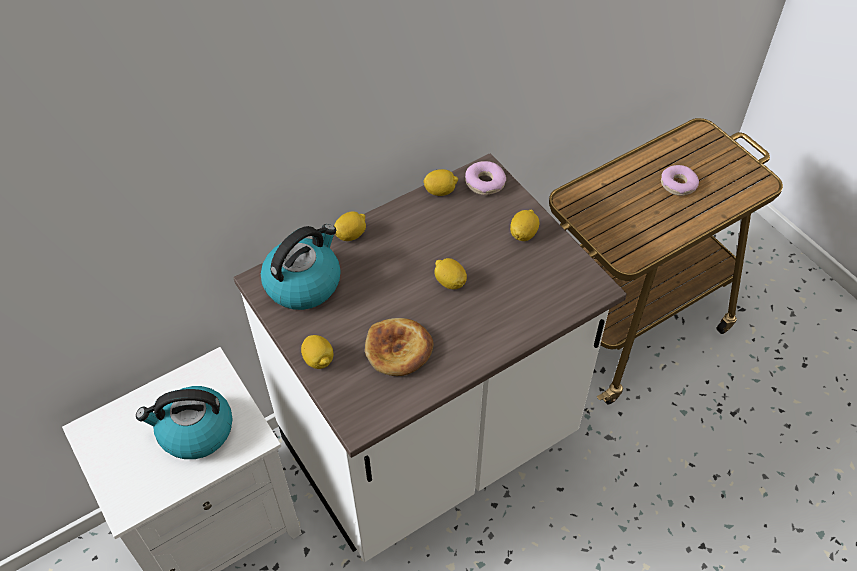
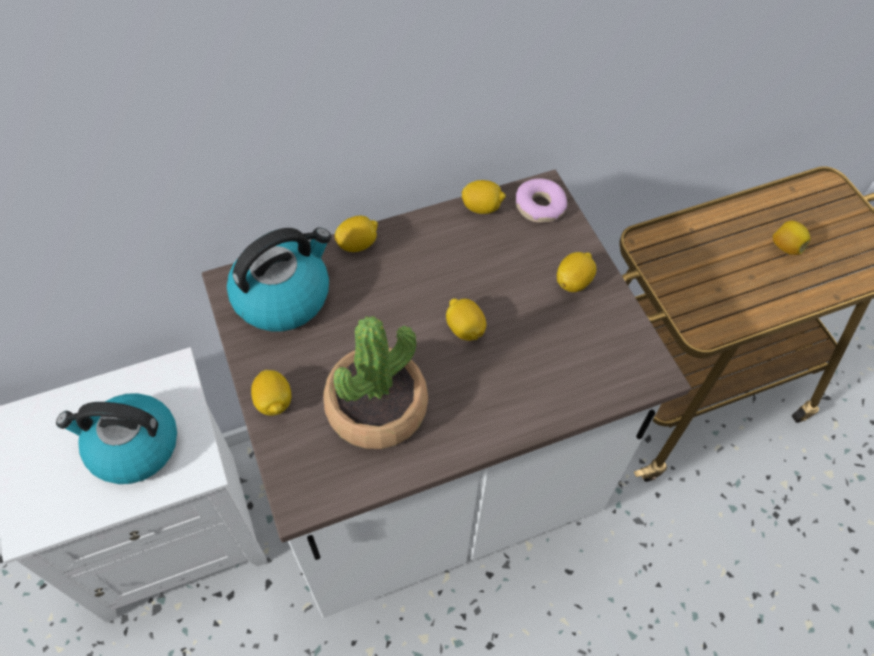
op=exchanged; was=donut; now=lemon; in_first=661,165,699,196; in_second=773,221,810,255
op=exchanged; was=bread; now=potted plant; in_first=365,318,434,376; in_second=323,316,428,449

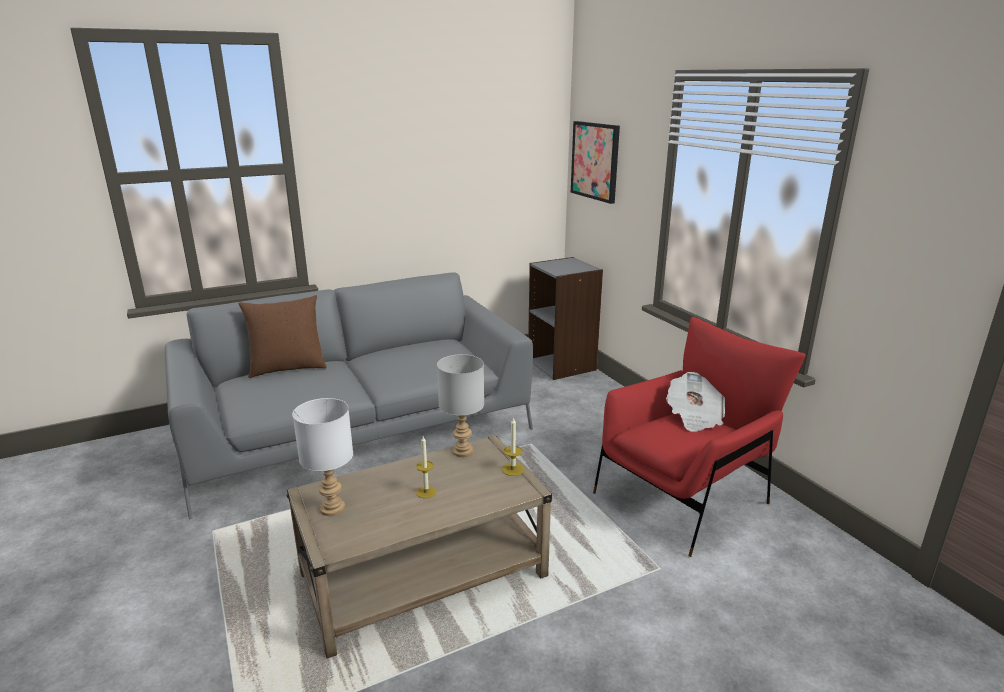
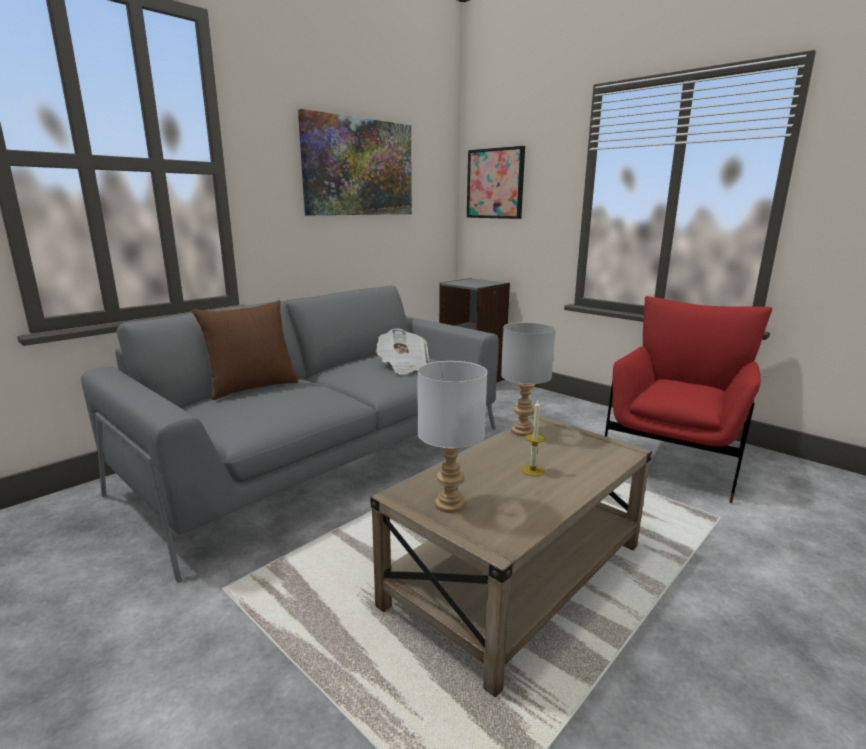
op=relocated; was=newspaper; in_first=666,372,725,432; in_second=376,329,429,375
op=missing; was=candle; in_first=502,417,524,476
op=appeared; now=picture; in_second=298,109,412,215

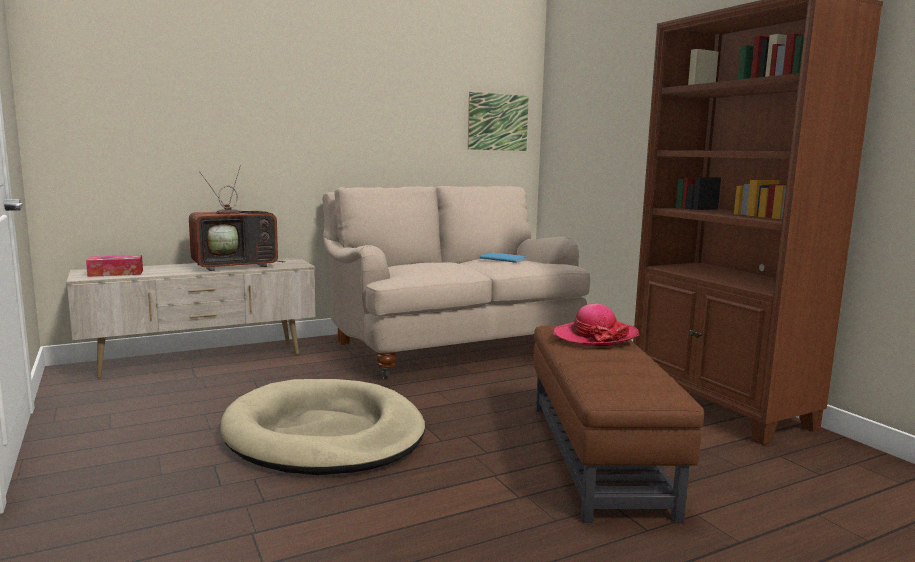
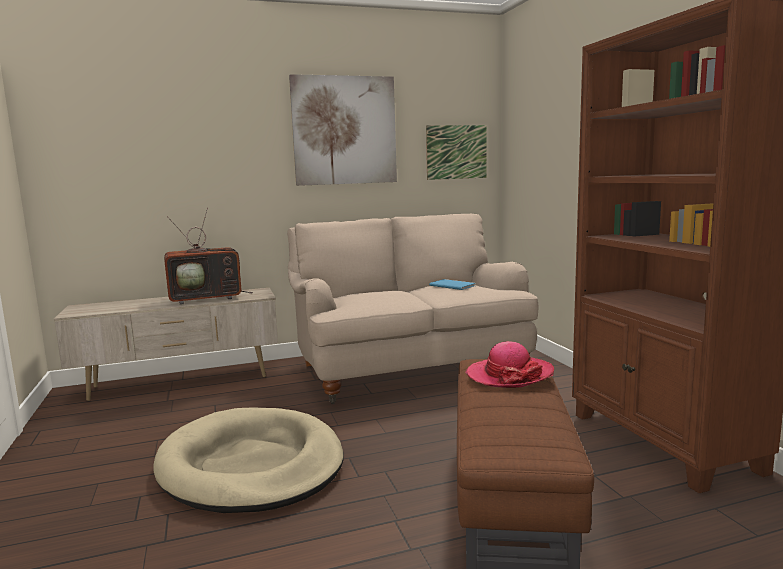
op=missing; was=tissue box; in_first=86,255,143,277
op=appeared; now=picture; in_second=289,74,397,186

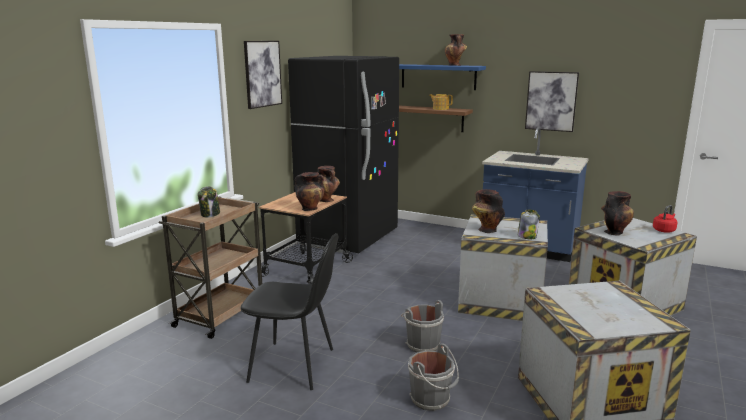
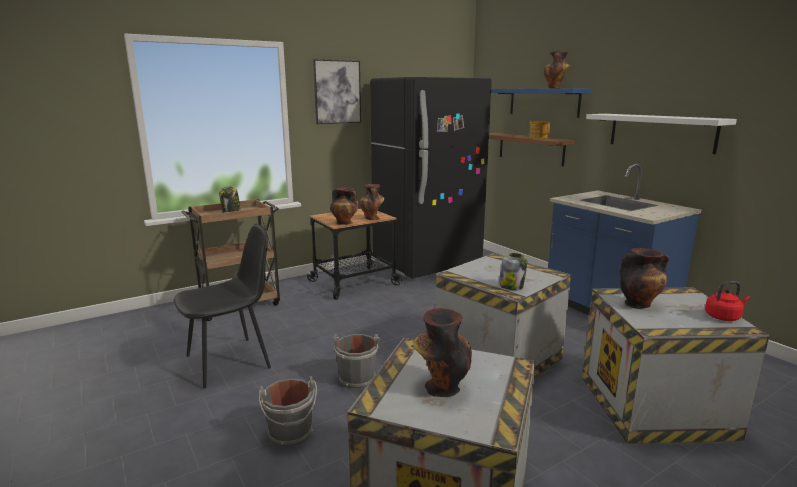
op=exchanged; was=picture; now=shelf (white); in_first=525,71,579,132; in_second=586,114,737,154
op=relocated; was=vase; in_first=472,189,505,233; in_second=414,308,472,397
op=spun; was=chair (black); in_first=240,233,338,390; in_second=174,224,271,388; clockwise=-75

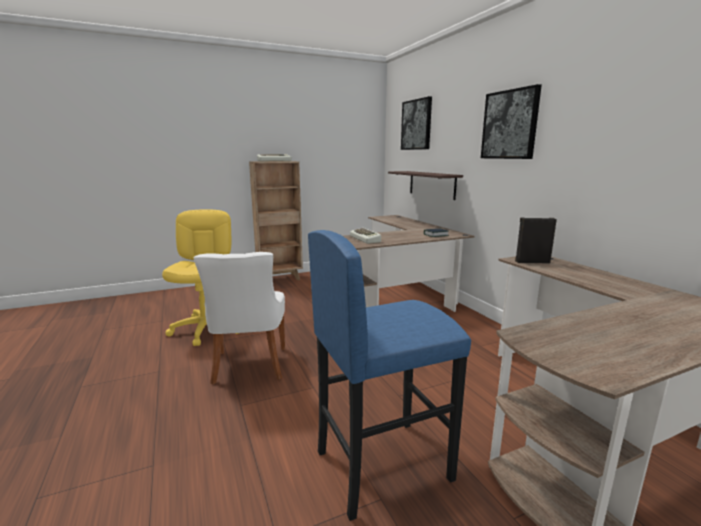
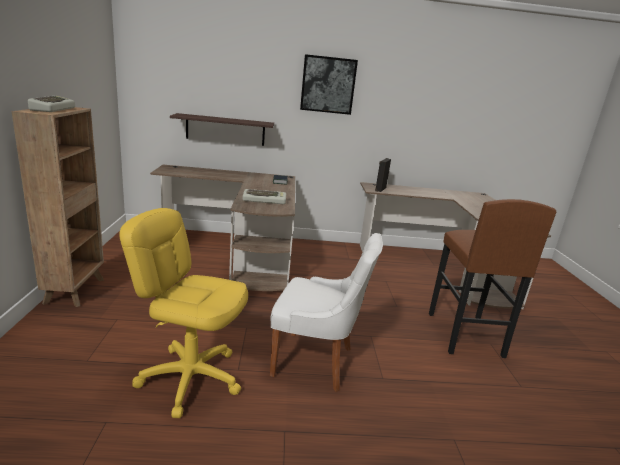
op=missing; was=picture; in_first=401,96,432,150
op=colour; was=stool (blue); now=stool (brown); in_first=308,230,471,521; in_second=429,199,556,358

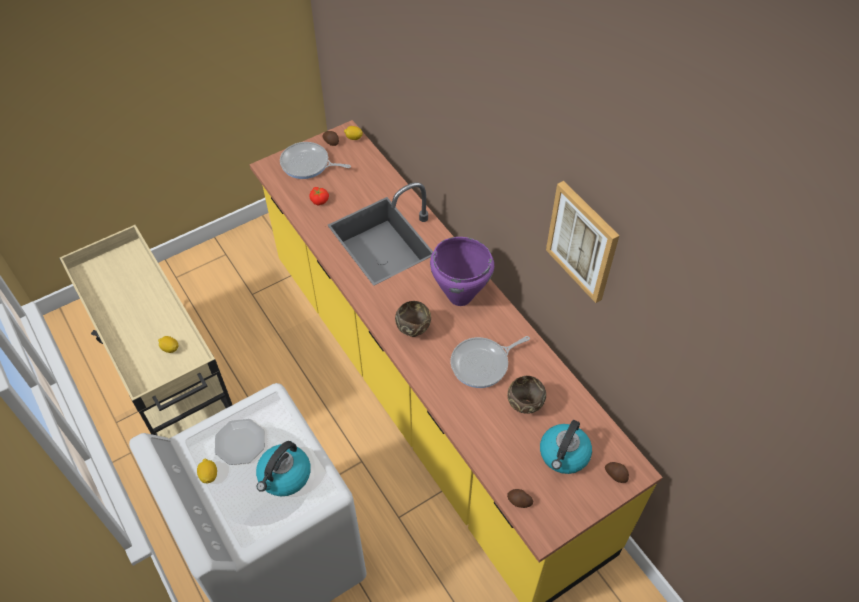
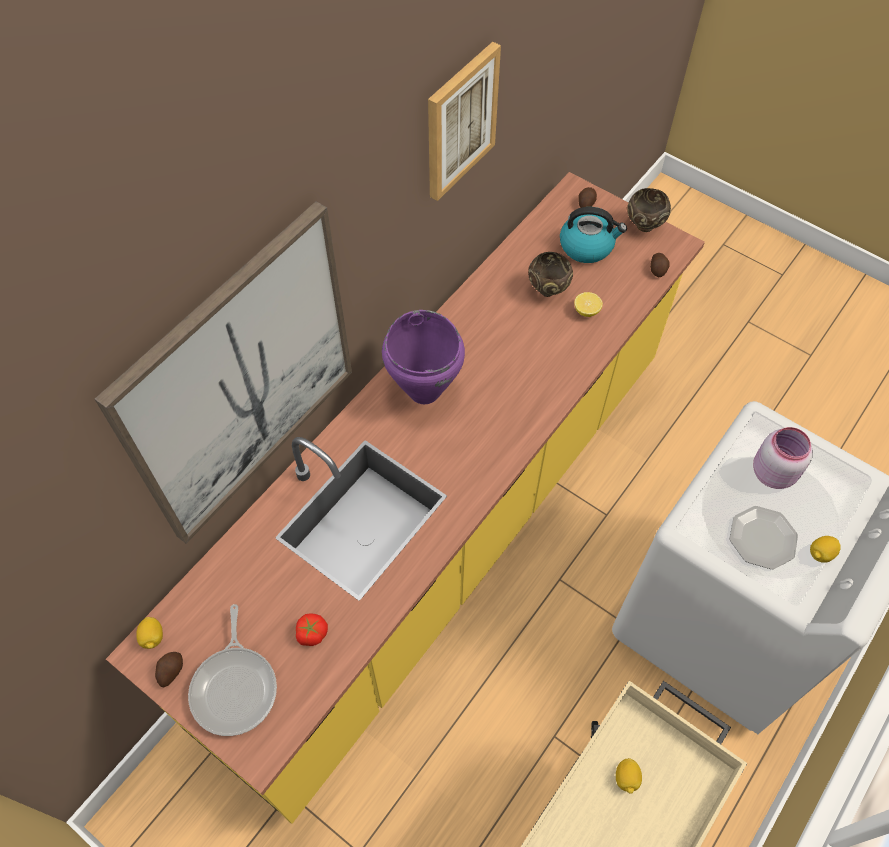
op=relocated; was=bowl (brown); in_first=395,301,431,337; in_second=627,188,671,232
op=missing; was=frying pan; in_first=451,336,530,388
op=exchanged; was=kettle; now=jar (pink); in_first=256,441,311,496; in_second=753,427,813,489
op=appeared; now=picture; in_second=95,201,352,543
op=appeared; now=lemon; in_second=574,292,603,317

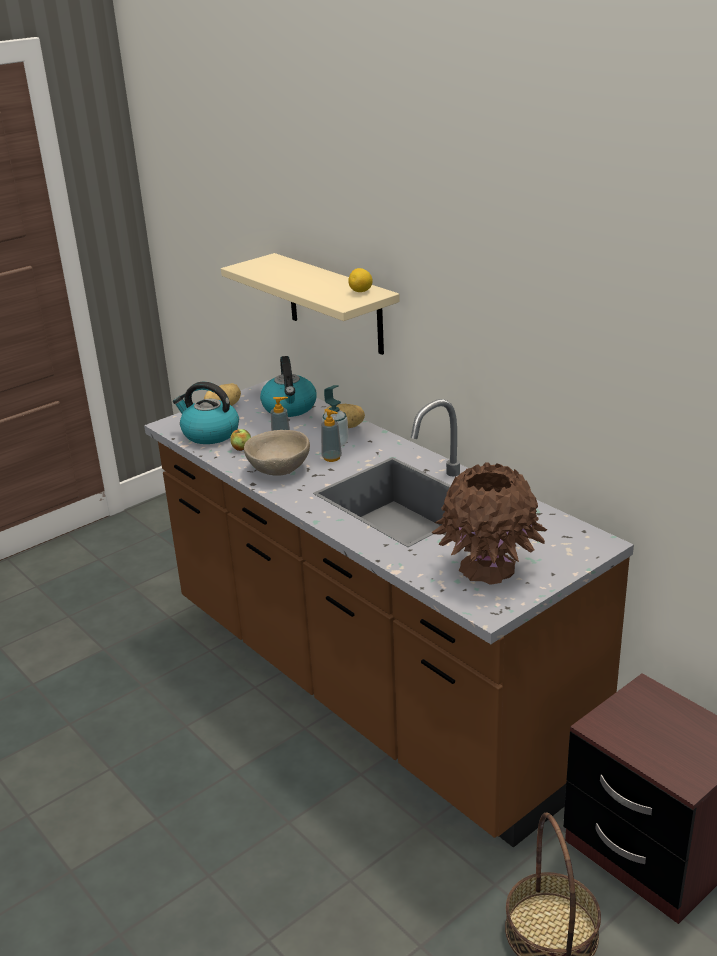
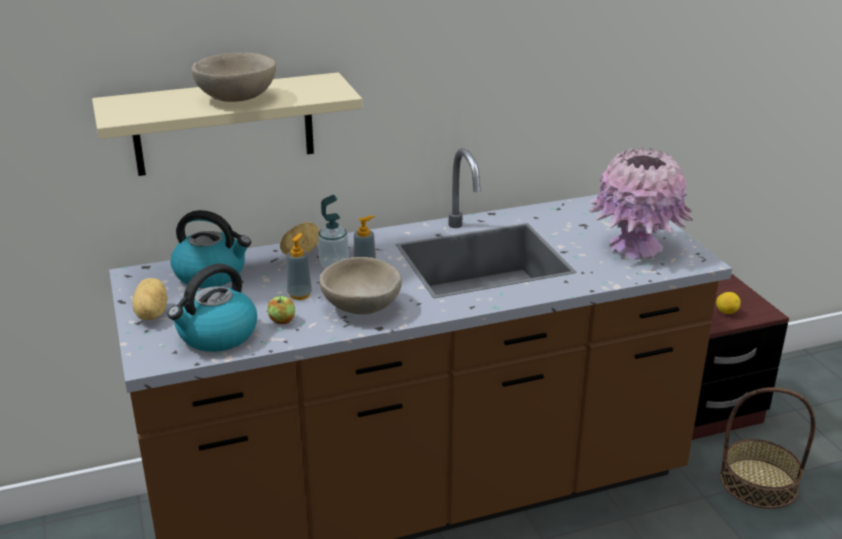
op=relocated; was=lemon; in_first=348,268,373,292; in_second=716,292,741,314
op=colour; was=vase (brown); now=vase (pink); in_first=432,462,547,585; in_second=588,146,694,259
op=appeared; now=bowl (beige); in_second=192,53,276,102

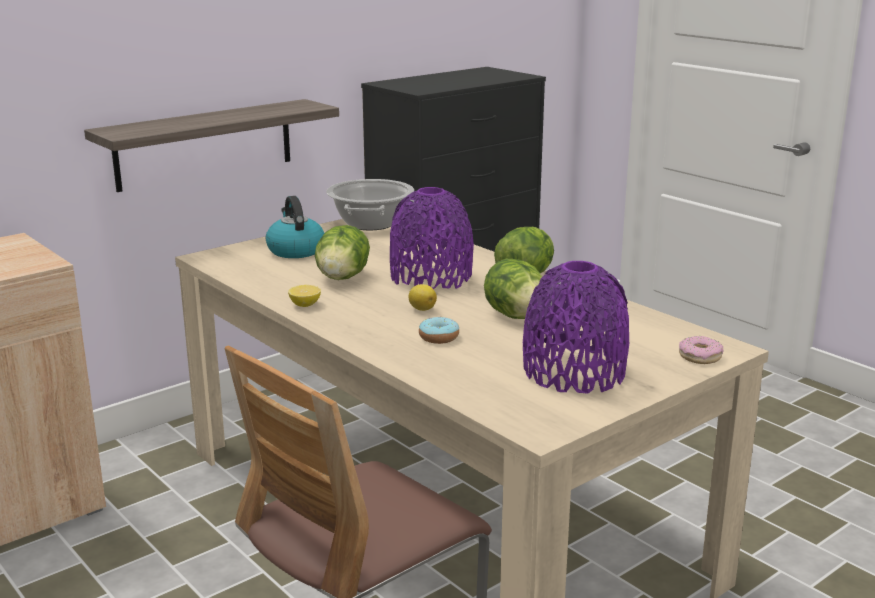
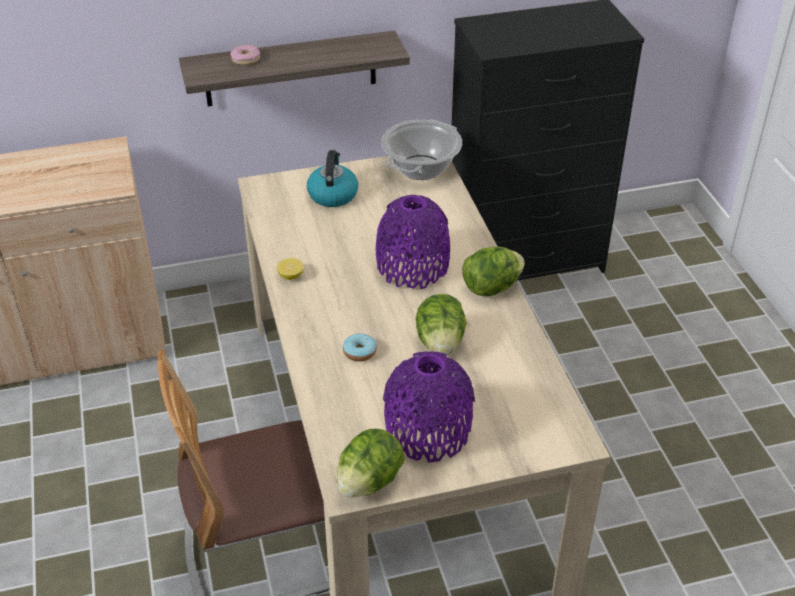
op=relocated; was=lettuce; in_first=315,225,370,280; in_second=337,429,405,497
op=missing; was=lemon; in_first=409,284,437,311
op=relocated; was=donut; in_first=679,336,723,364; in_second=230,45,260,65

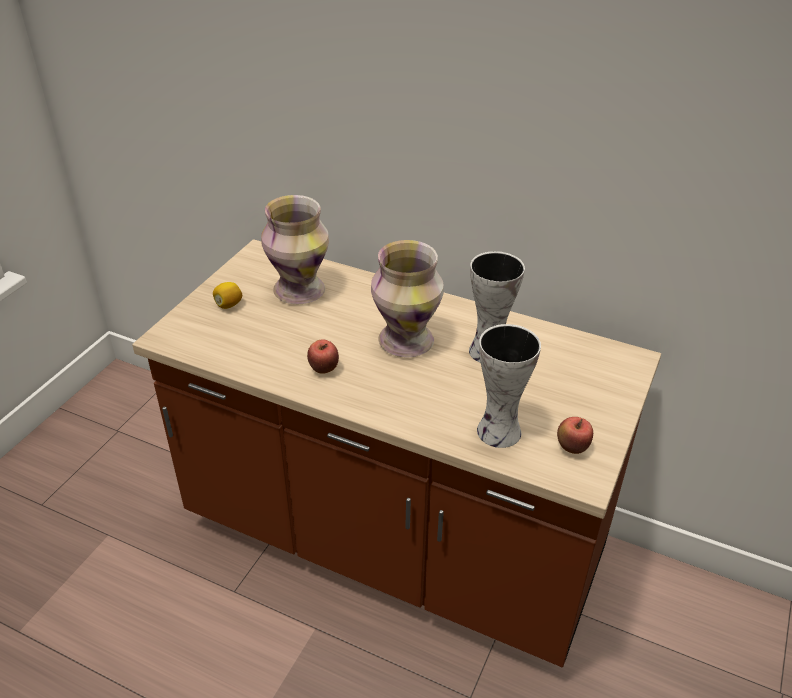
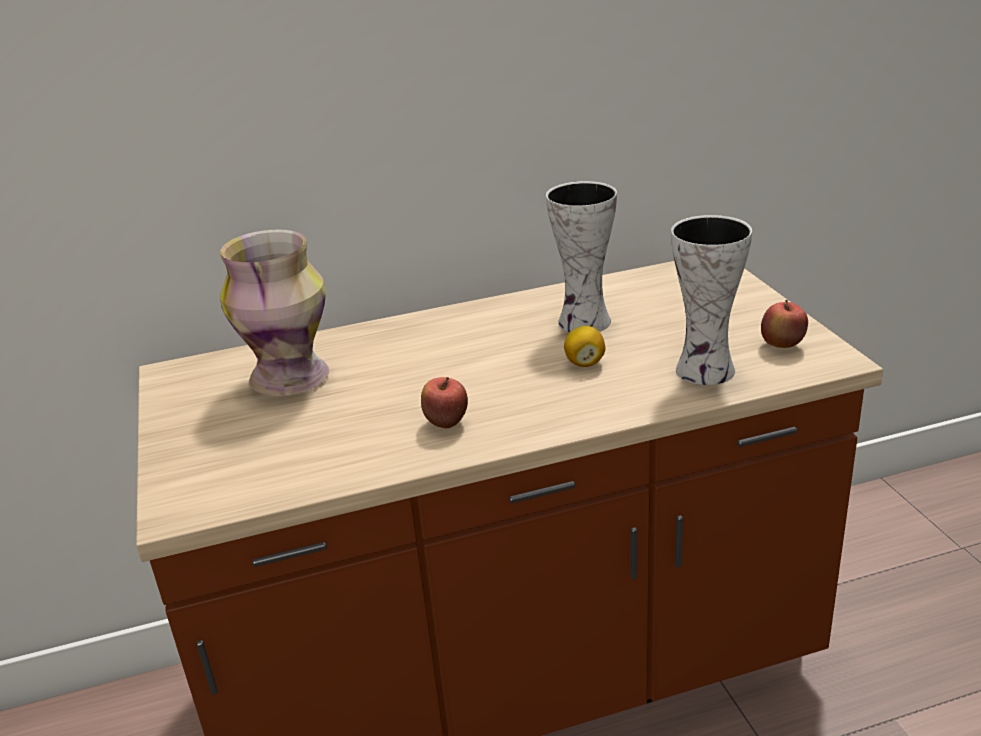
op=missing; was=vase; in_first=371,240,444,357
op=relocated; was=lemon; in_first=213,282,242,309; in_second=564,326,605,367

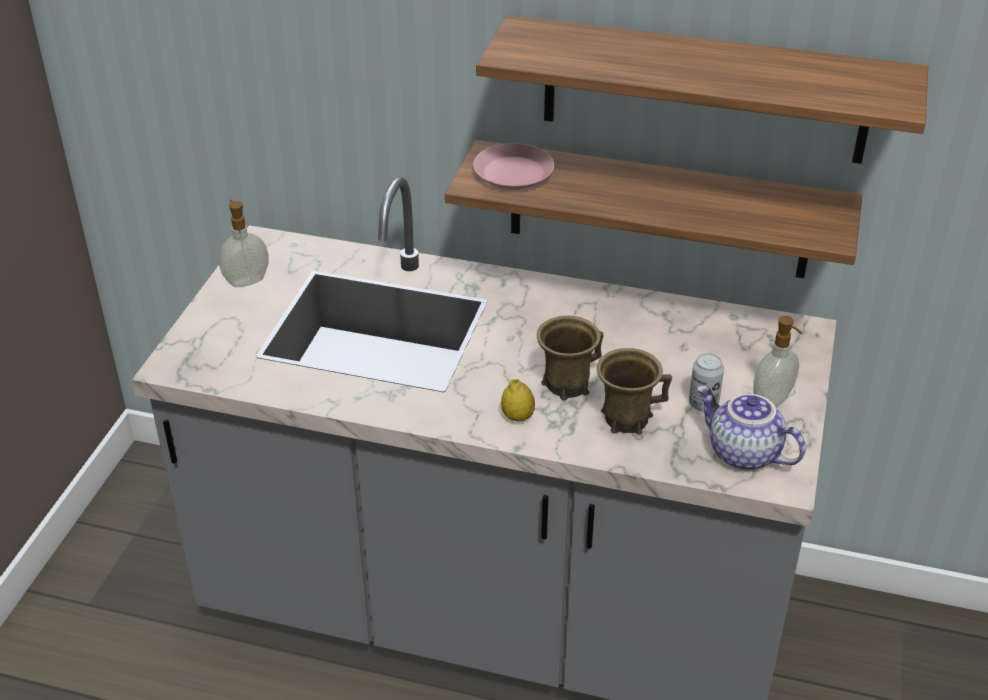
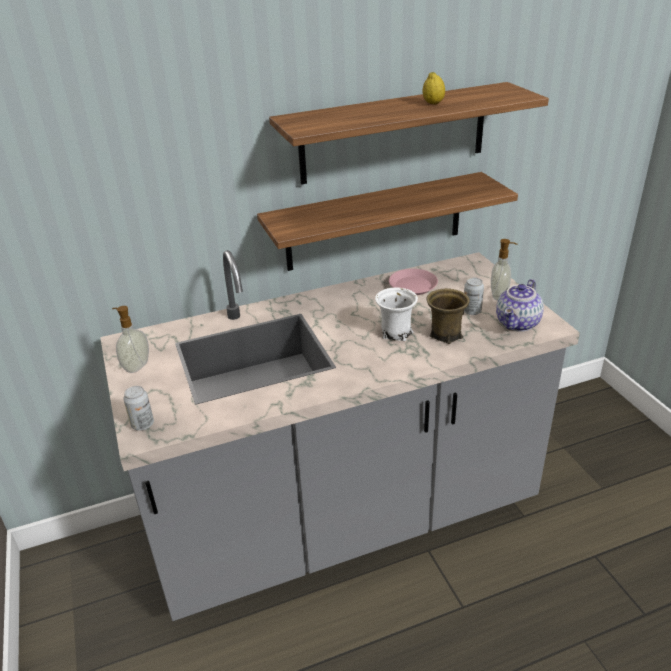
op=relocated; was=plate (pink); in_first=473,143,554,190; in_second=389,269,438,295
op=colour; was=mug (brown); now=mug (white); in_first=537,316,604,400; in_second=375,287,418,341
op=relocated; was=lemon; in_first=501,379,535,422; in_second=422,72,445,105
op=spun; was=teapot; in_first=697,385,806,470; in_second=496,279,544,332; clockwise=-60
op=appeared; now=can; in_second=123,386,154,431

